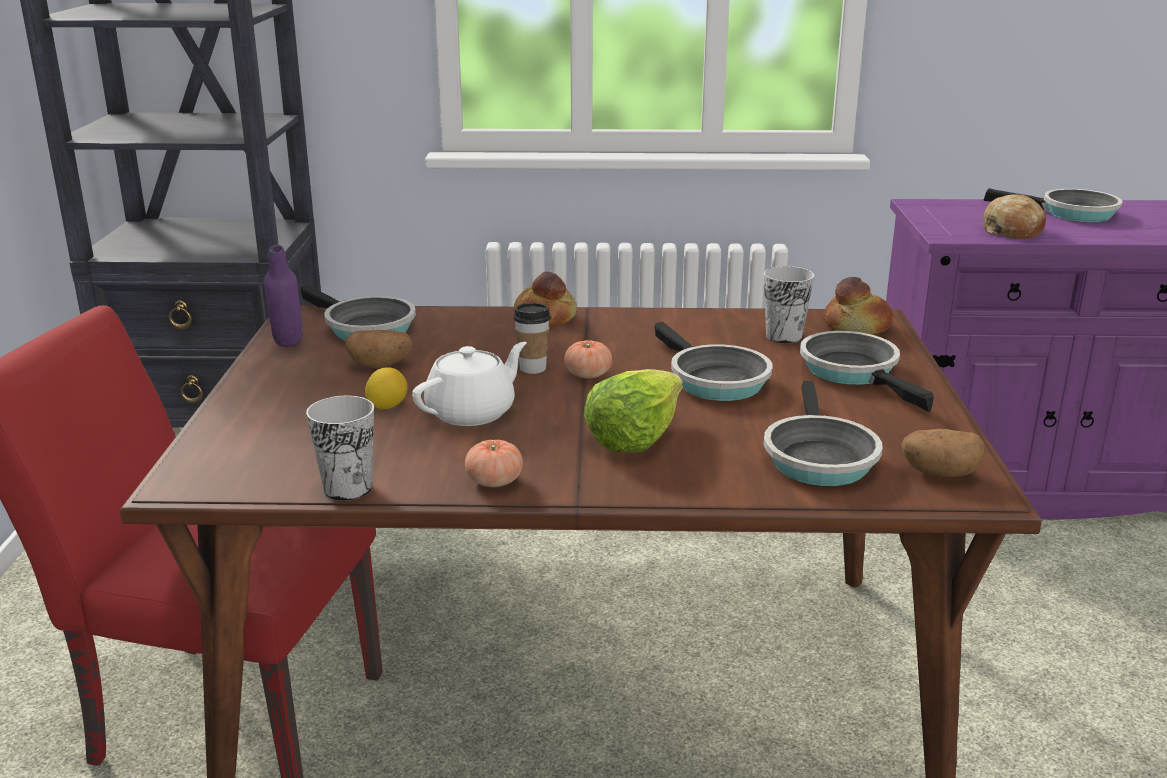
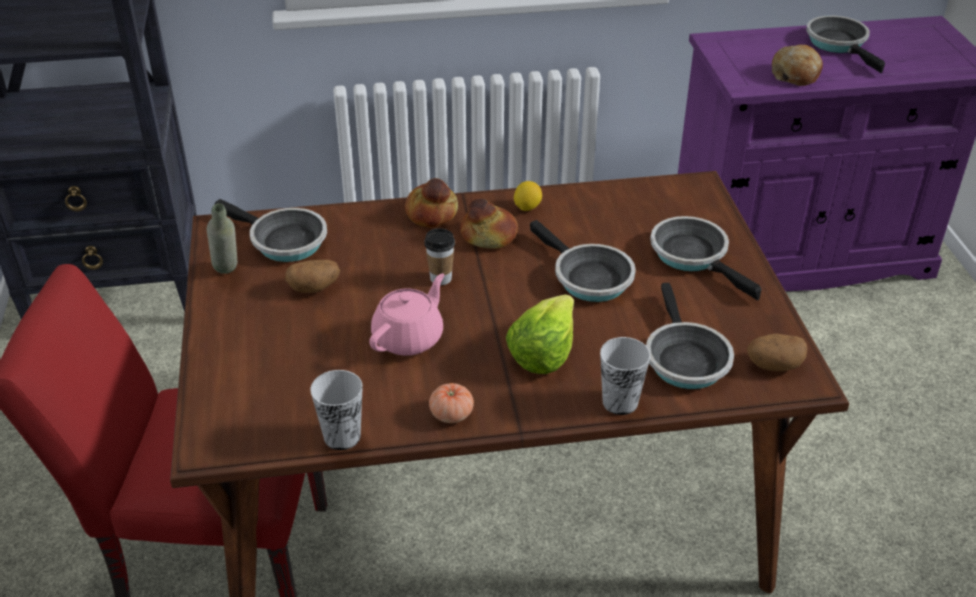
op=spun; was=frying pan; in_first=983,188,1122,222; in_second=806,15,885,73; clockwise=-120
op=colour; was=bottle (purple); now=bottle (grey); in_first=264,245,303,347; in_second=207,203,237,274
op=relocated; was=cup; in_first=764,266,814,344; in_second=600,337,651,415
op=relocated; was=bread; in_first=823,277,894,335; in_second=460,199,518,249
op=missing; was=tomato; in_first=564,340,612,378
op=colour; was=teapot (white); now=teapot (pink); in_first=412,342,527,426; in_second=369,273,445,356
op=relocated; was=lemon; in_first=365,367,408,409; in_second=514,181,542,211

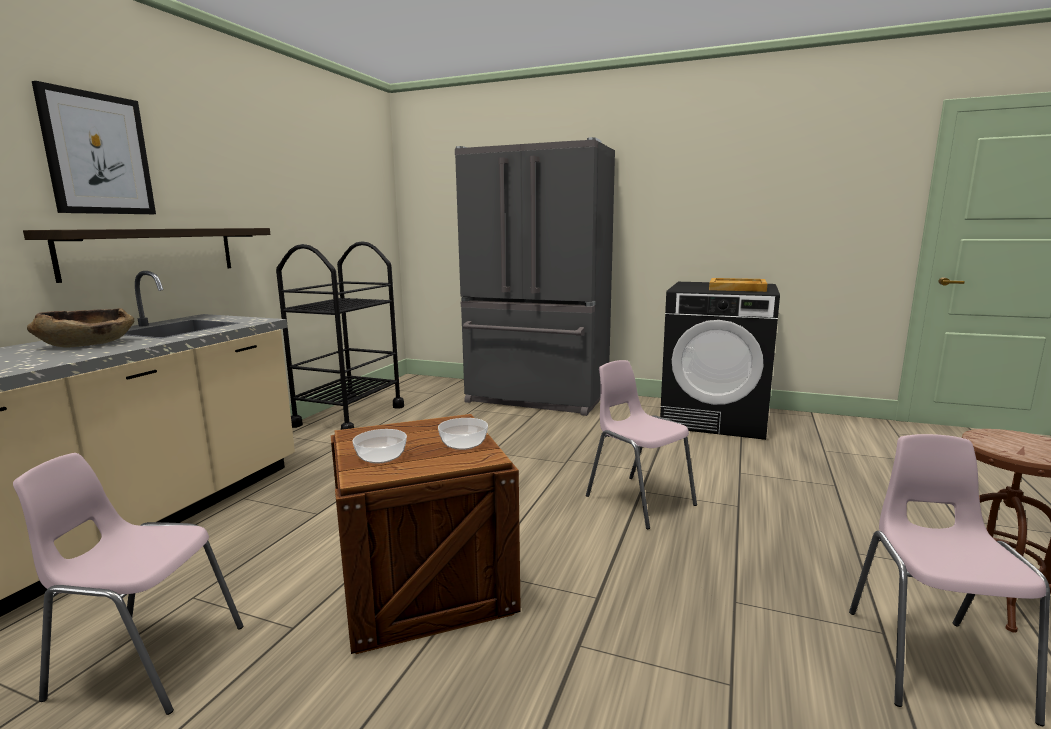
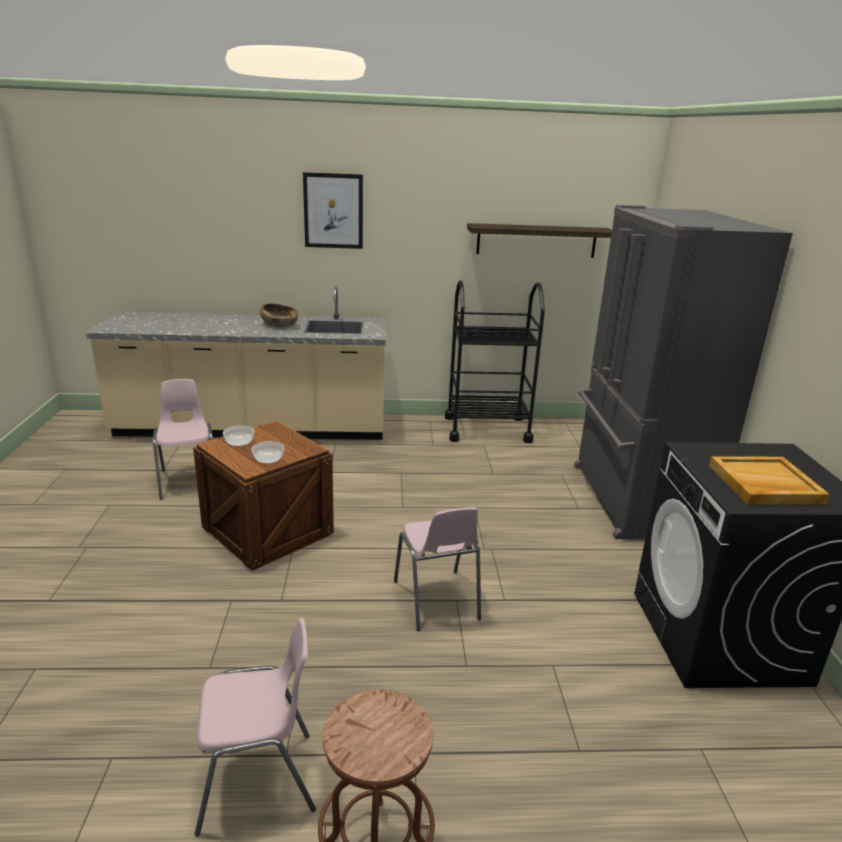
op=relocated; was=shelf; in_first=23,228,270,283; in_second=467,223,612,258
op=spun; was=chair (pink); in_first=586,360,697,529; in_second=394,507,481,631; clockwise=135

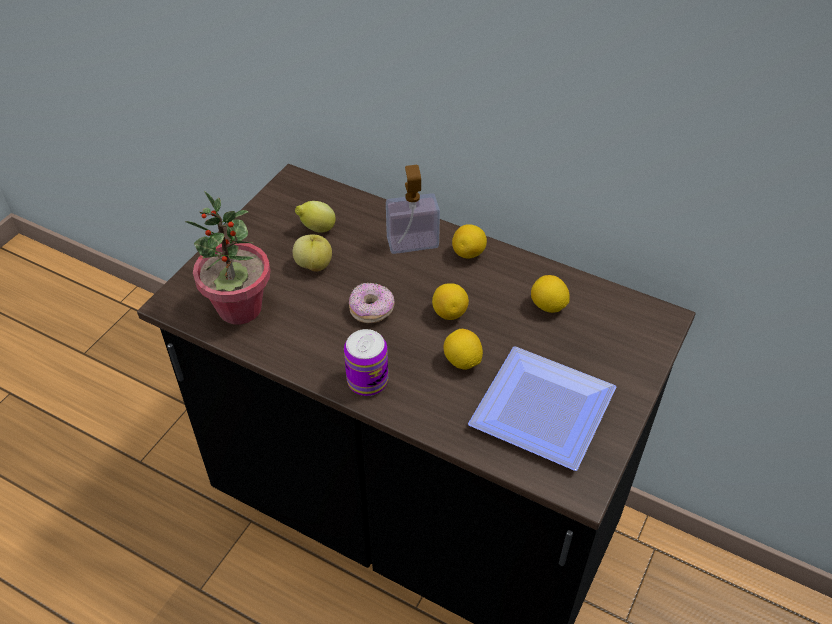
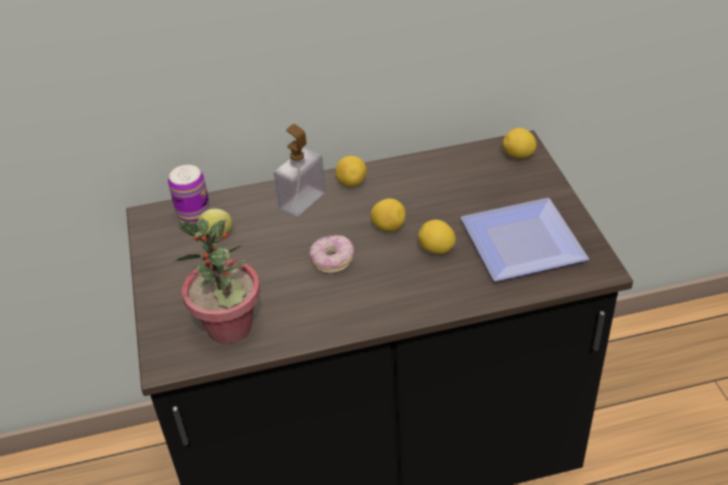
op=missing; was=apple; in_first=293,235,332,272
op=relocated; was=lemon; in_first=531,275,570,313; in_second=503,128,537,159
op=relocated; was=can; in_first=344,329,388,396; in_second=168,165,210,222

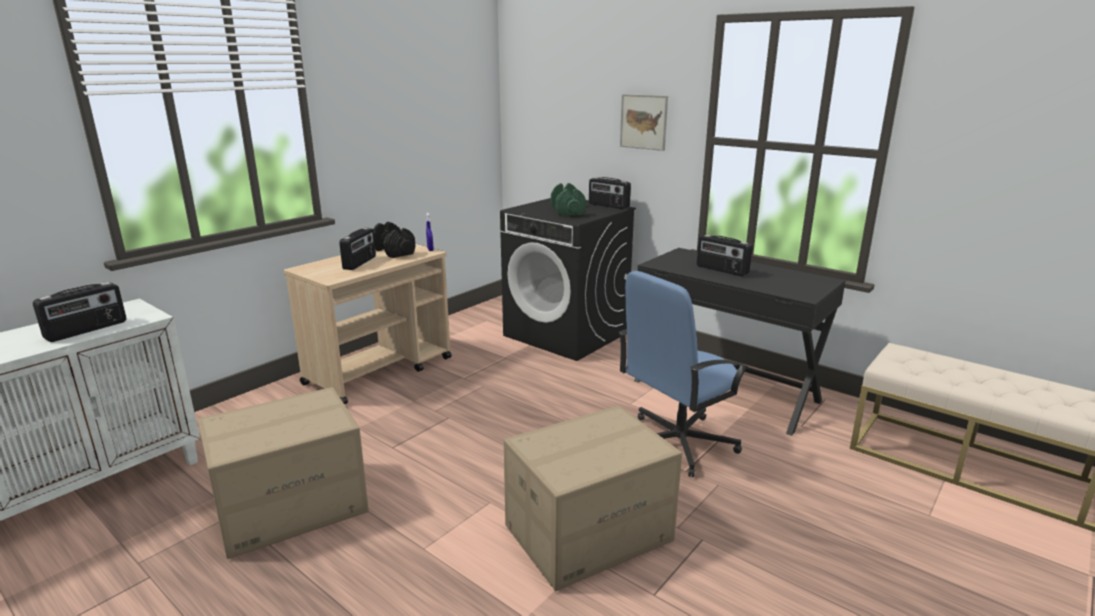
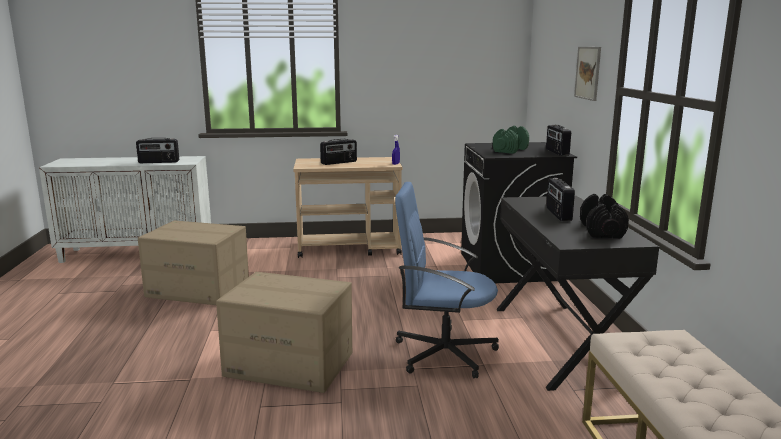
op=relocated; was=dumbbell (black); in_first=373,222,415,258; in_second=580,194,629,238

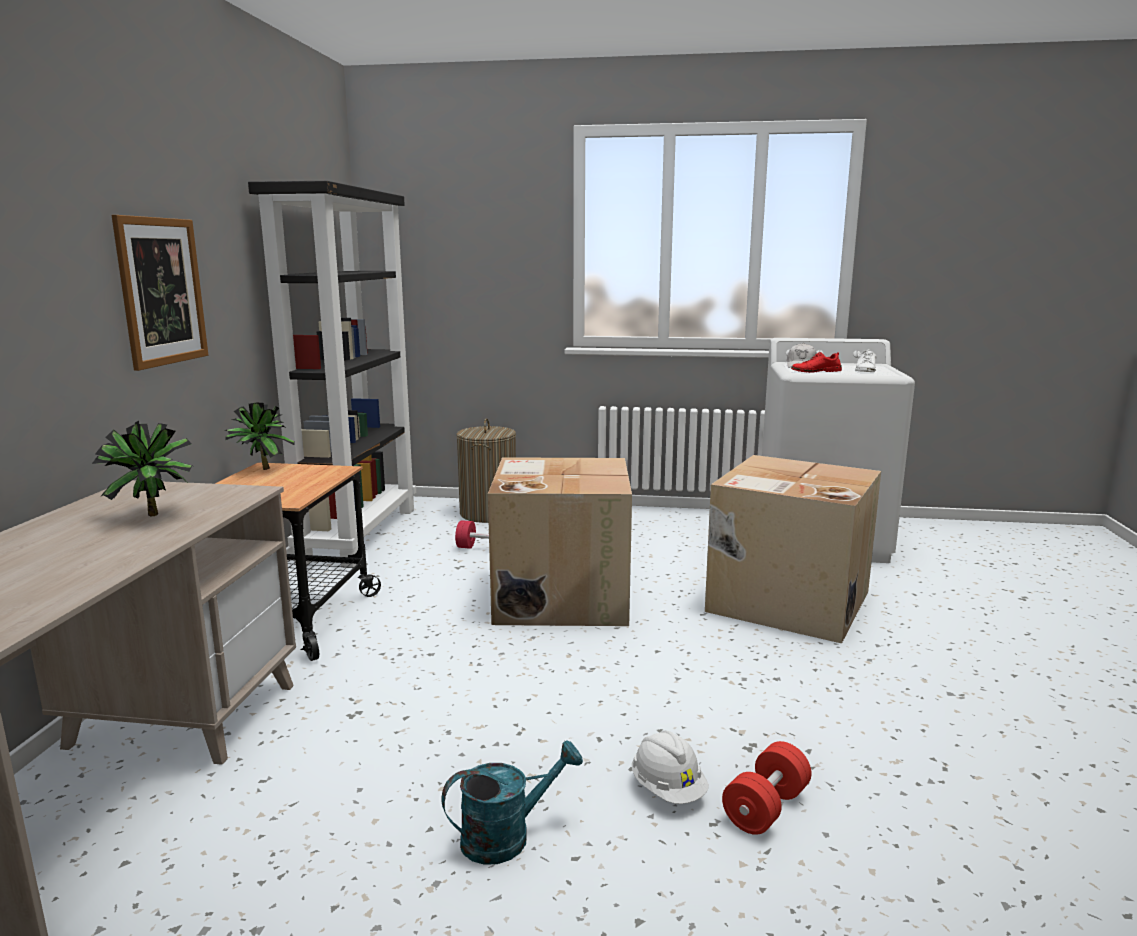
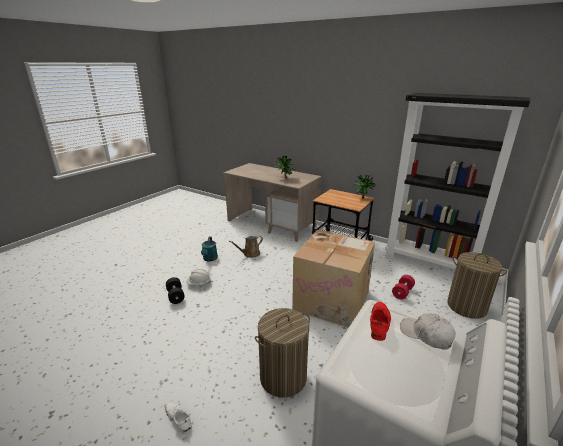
op=missing; was=picture; in_first=112,215,208,371
op=relocated; was=shoe (white); in_first=855,349,877,372; in_second=165,403,192,434
op=exchanged; was=cardboard box; now=laundry basket; in_first=705,455,881,643; in_second=255,308,310,398
op=colour; was=dumbbell (red); now=dumbbell (black); in_first=722,741,812,835; in_second=166,277,185,304
op=appeared; now=watering can (brown); in_second=229,236,263,258

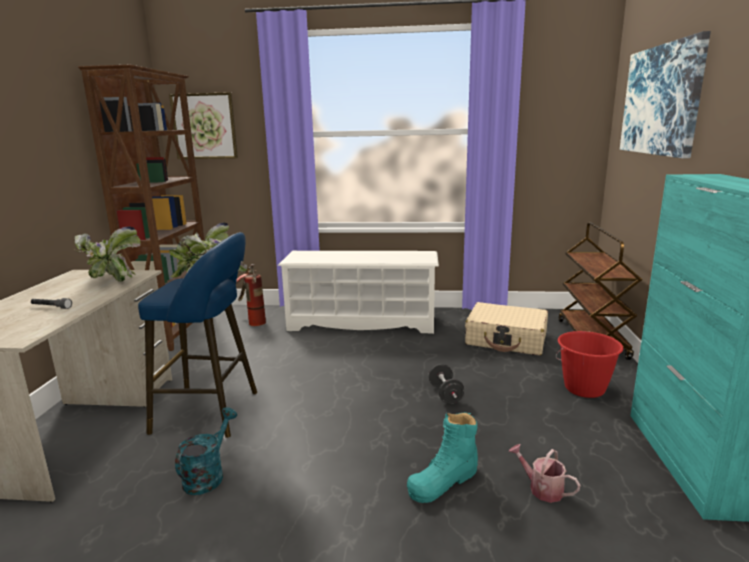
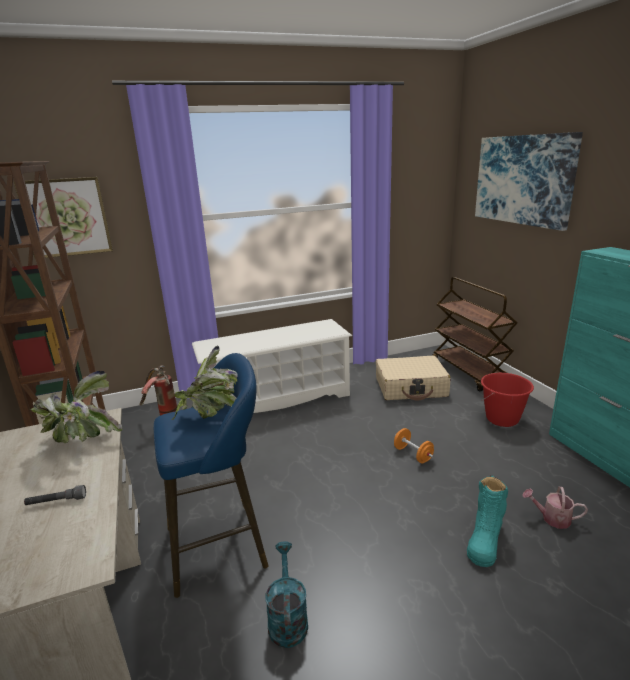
op=colour; was=dumbbell (black); now=dumbbell (orange); in_first=428,364,465,404; in_second=394,428,434,463

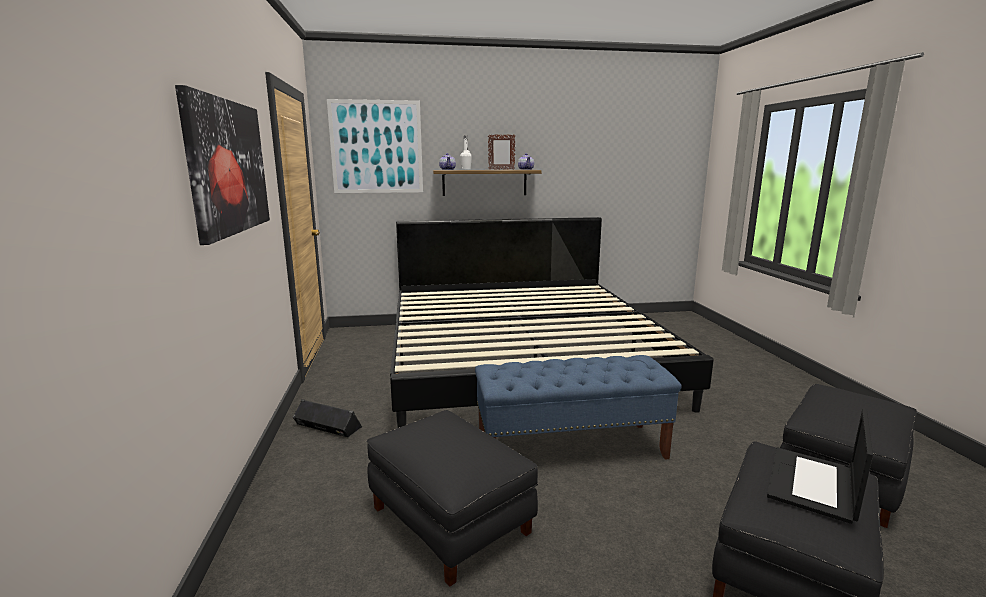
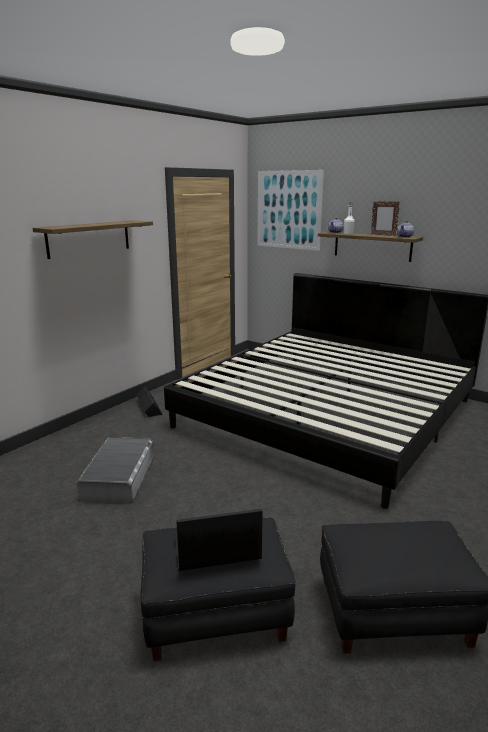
op=exchanged; was=picture; now=shelf; in_first=175,85,270,245; in_second=33,220,153,259
op=missing; was=bench (blue); in_first=475,355,682,460
op=exchanged; was=ottoman (black); now=storage box (grey); in_first=367,410,538,587; in_second=76,437,154,504

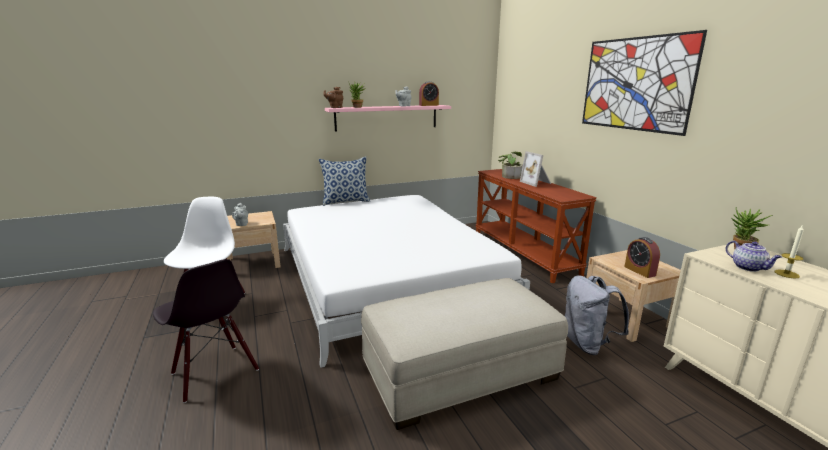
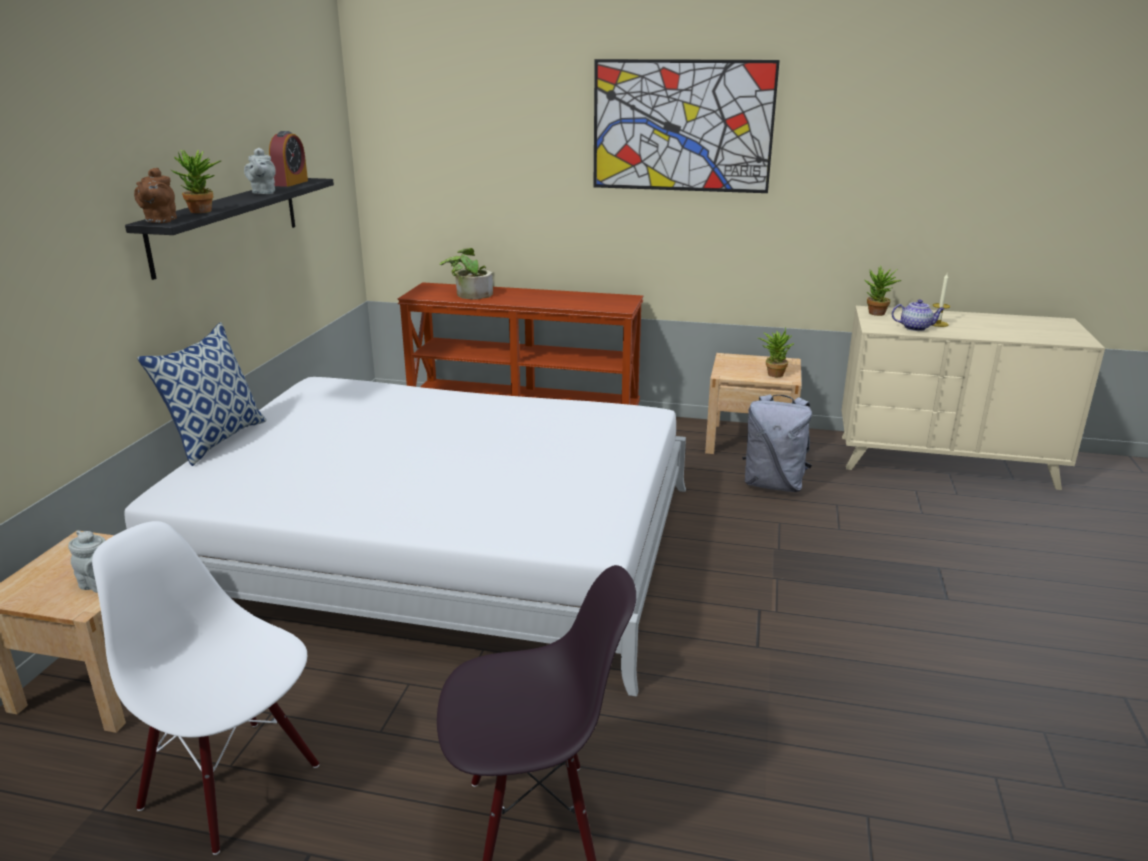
op=colour; was=shelf (pink); now=shelf (black); in_first=325,105,451,132; in_second=125,178,334,280
op=missing; was=picture frame; in_first=520,151,551,187
op=exchanged; was=alarm clock; now=potted plant; in_first=624,237,660,278; in_second=758,327,794,377
op=missing; was=ottoman (beige); in_first=361,278,568,430

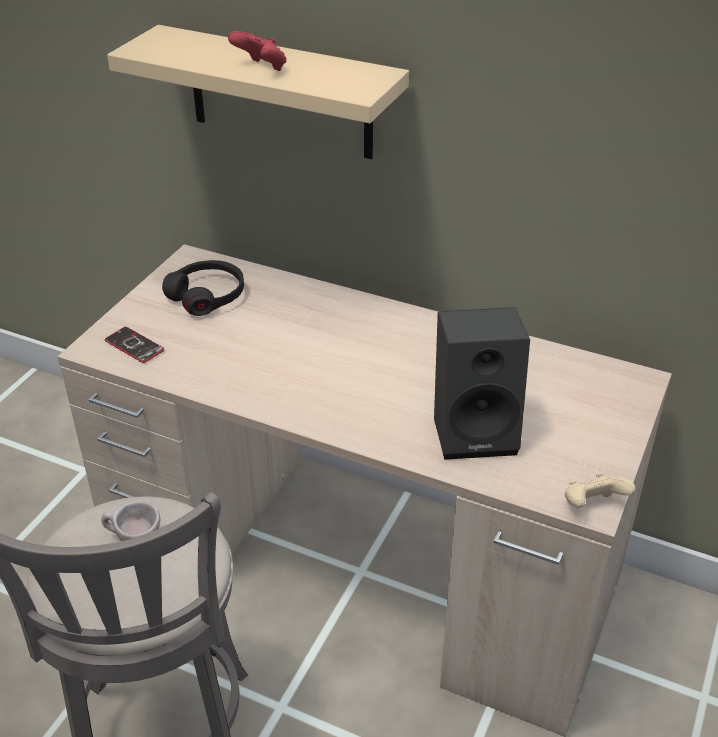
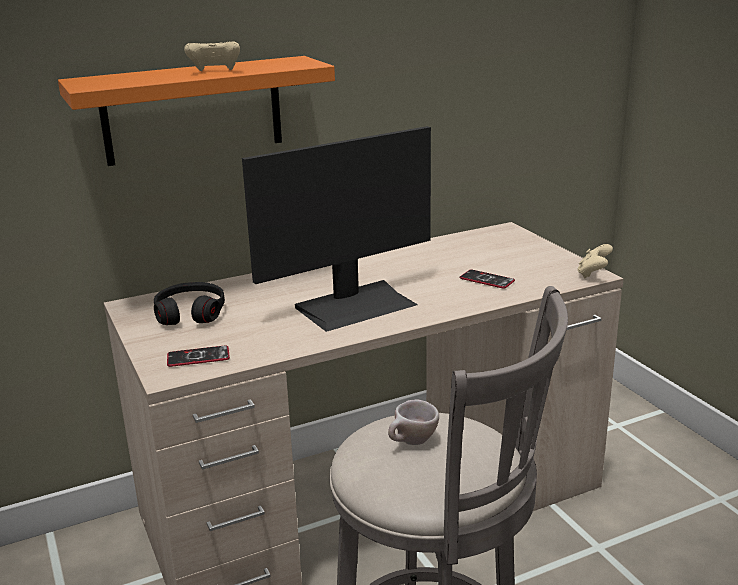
op=colour; was=shelf (beige); now=shelf (orange); in_first=107,25,409,159; in_second=58,56,335,166
op=colour; was=game controller (red); now=game controller (beige); in_first=228,31,287,71; in_second=184,41,240,71
op=exchanged; was=speaker (black); now=phone; in_first=434,307,530,460; in_second=459,270,515,289
op=appeared; now=monitor; in_second=242,126,431,332

